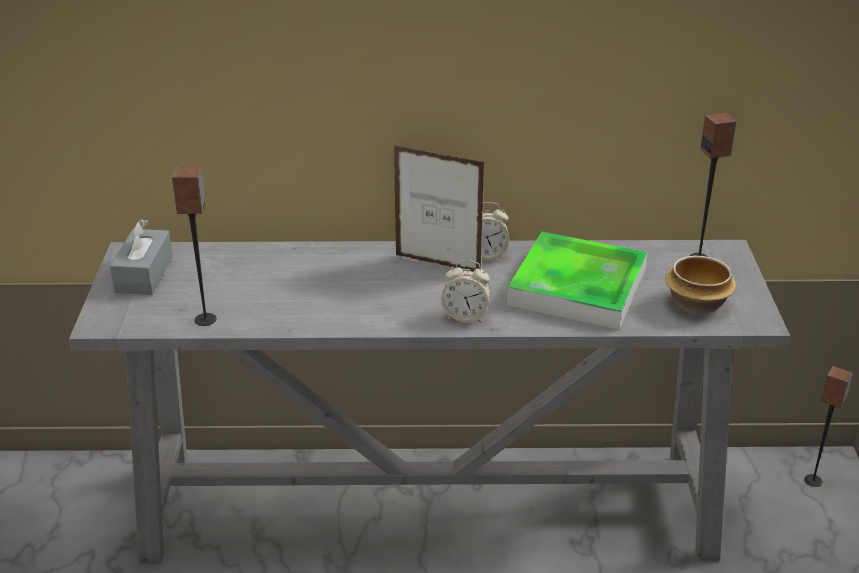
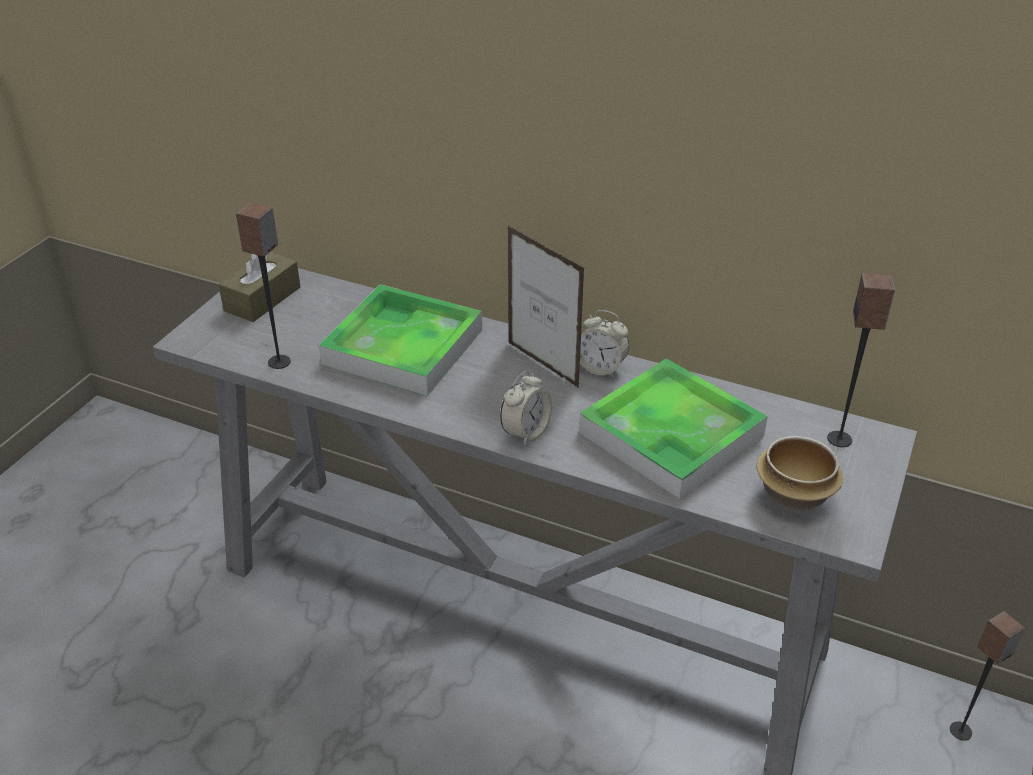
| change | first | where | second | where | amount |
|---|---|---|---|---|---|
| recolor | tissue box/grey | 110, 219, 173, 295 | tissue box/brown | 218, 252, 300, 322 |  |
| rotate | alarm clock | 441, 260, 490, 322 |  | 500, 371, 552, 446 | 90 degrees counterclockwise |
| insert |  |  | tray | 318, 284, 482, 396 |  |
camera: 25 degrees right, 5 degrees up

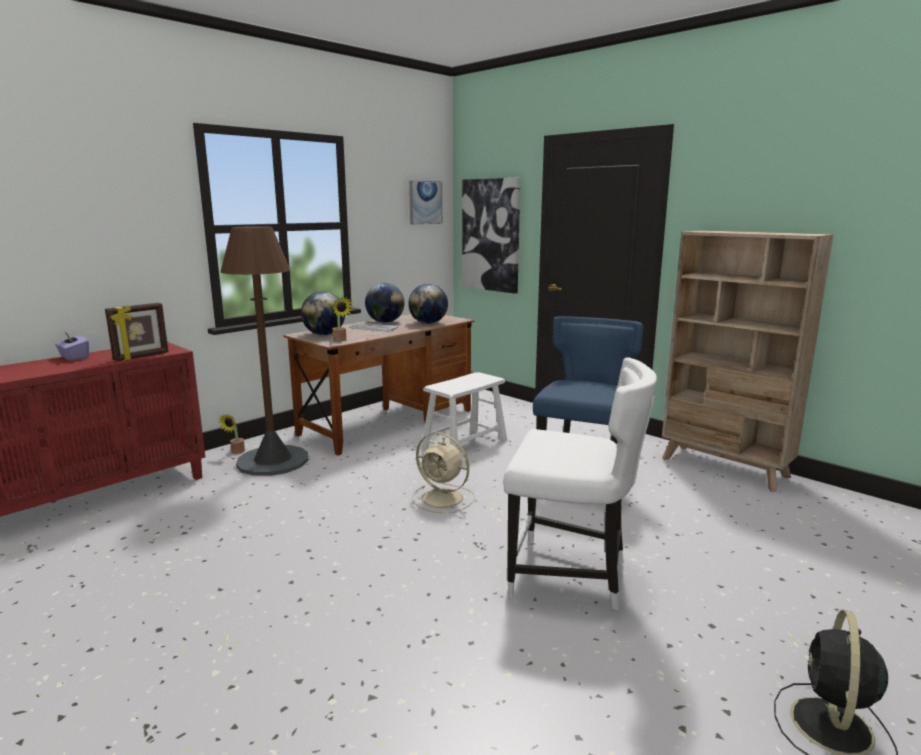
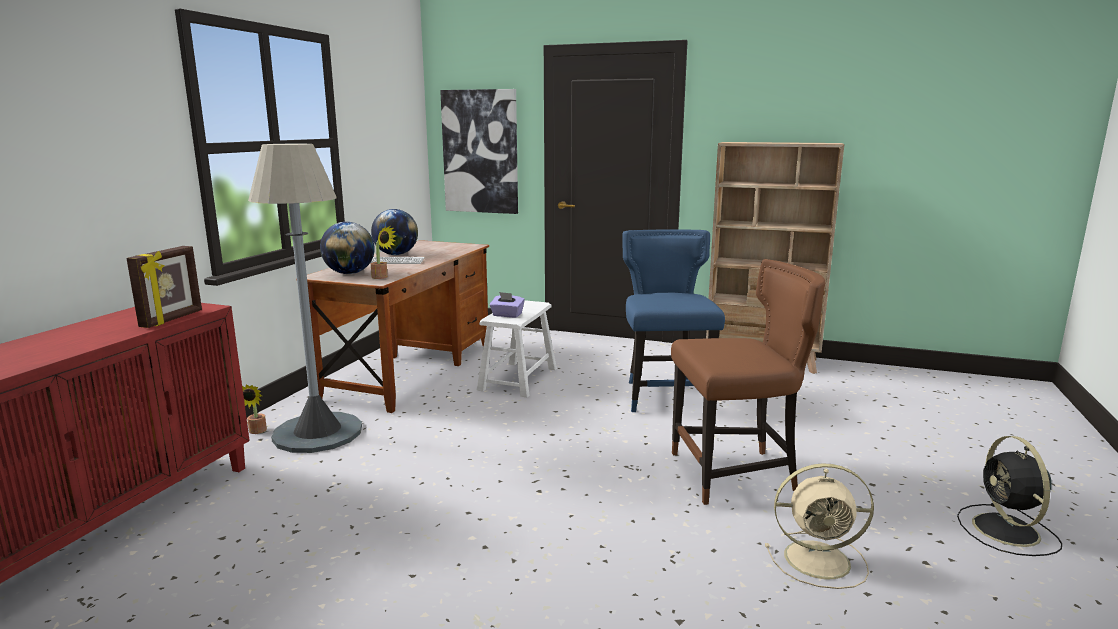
| change | first | where | second | where | amount |
|---|---|---|---|---|---|
| move | tissue box/purple | 55, 332, 89, 361 |  | 490, 292, 525, 318 |  |
| recolor | floor lamp/brown | 221, 226, 308, 476 | floor lamp/grey | 248, 144, 362, 453 |  |
| delete | globe | 408, 284, 448, 324 |  |  |  |
| delete | picture | 409, 180, 442, 224 |  |  |  |
| move | fan/beige | 412, 432, 475, 513 |  | 765, 463, 874, 589 |  |
| recolor | chair/white | 503, 358, 657, 610 | chair/brown | 671, 259, 825, 505 |  |
camera: 25 degrees left, 0 degrees up

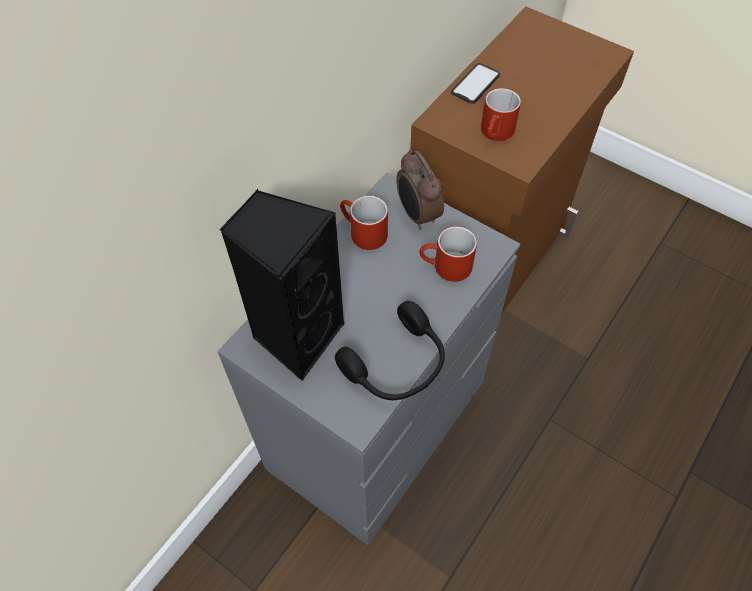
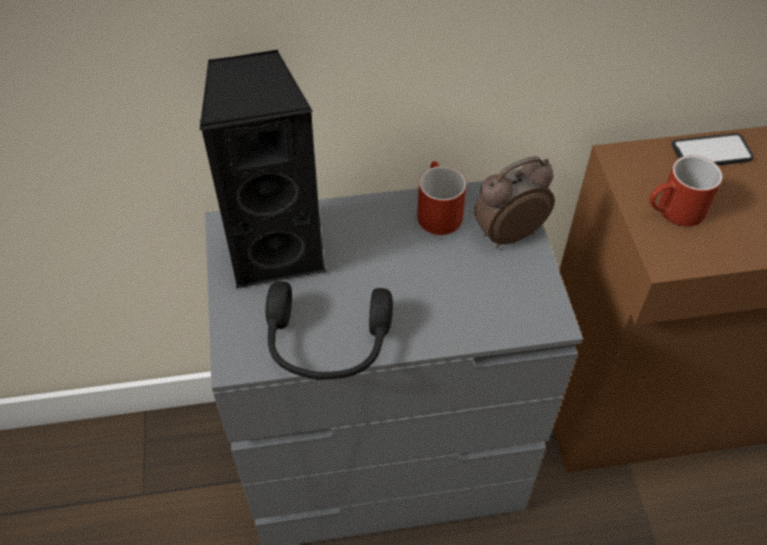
| change | first | where | second | where | amount |
|---|---|---|---|---|---|
| rotate | alarm clock | 396, 149, 444, 230 |  | 474, 156, 555, 248 | 45 degrees clockwise |
| delete | mug/red | 419, 226, 477, 282 |  |  |  |
camera: 45 degrees right, 5 degrees down

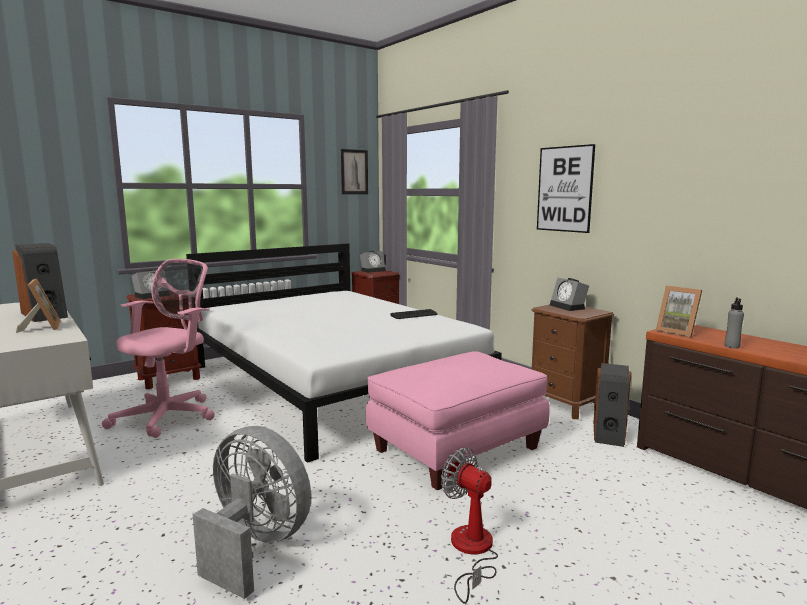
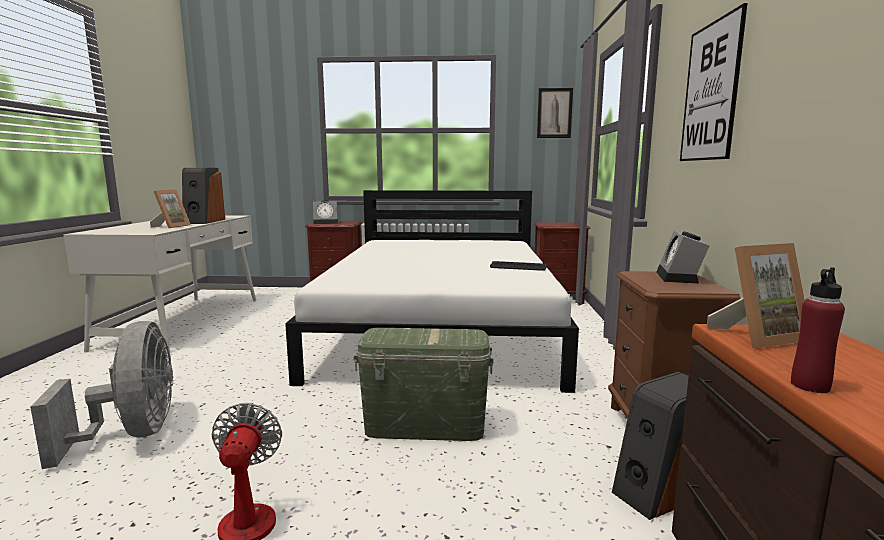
| change | first | where | second | where | amount |
|---|---|---|---|---|---|
| delete | office chair/pink | 102, 259, 215, 438 |  |  |  |
| delete | alarm clock | 360, 251, 386, 273 |  |  |  |
| replace | ottoman/pink | 366, 352, 550, 490 | storage box/green | 353, 328, 494, 441 |  |
| rotate | picture frame | 656, 286, 702, 337 |  | 707, 243, 805, 348 | 105 degrees counterclockwise |
| recolor | bottle/grey | 724, 297, 744, 349 | bottle/red | 791, 267, 845, 393 |  |
camera: 40 degrees right, 0 degrees up

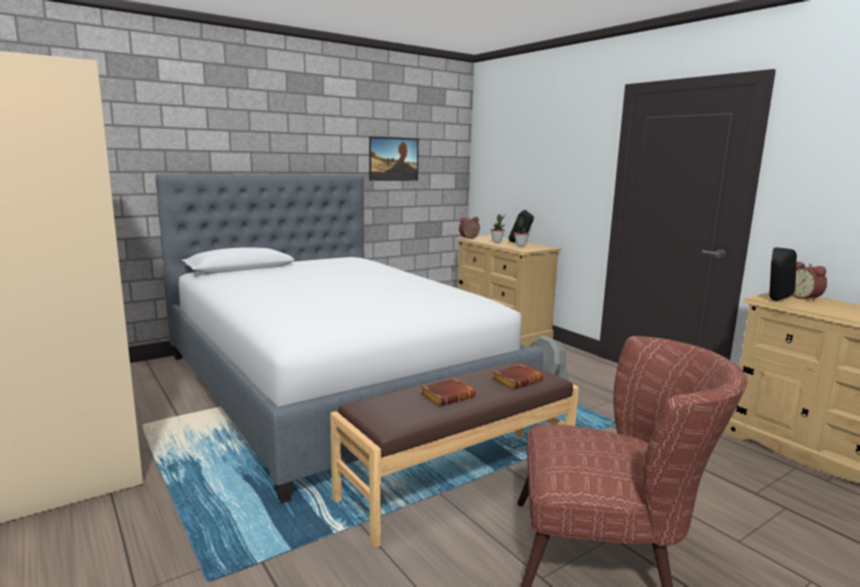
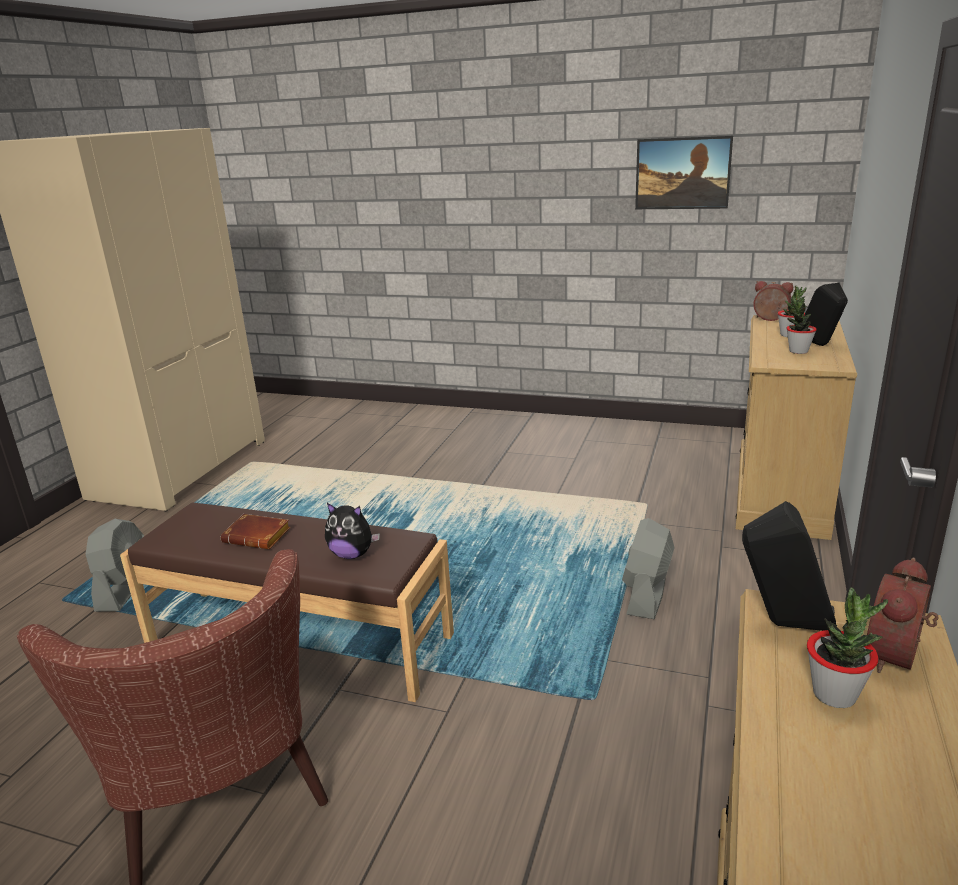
| change | first | where | second | where | amount |
|---|---|---|---|---|---|
| delete | bed | 155, 174, 544, 503 |  |  |  |
| replace | book/brown | 492, 364, 544, 390 | plush toy | 325, 503, 380, 559 |  |
| insert |  |  | fan/grey | 85, 519, 144, 612 |  |
| insert |  |  | potted plant | 807, 587, 888, 708 |  |
camera: 55 degrees right, 10 degrees up

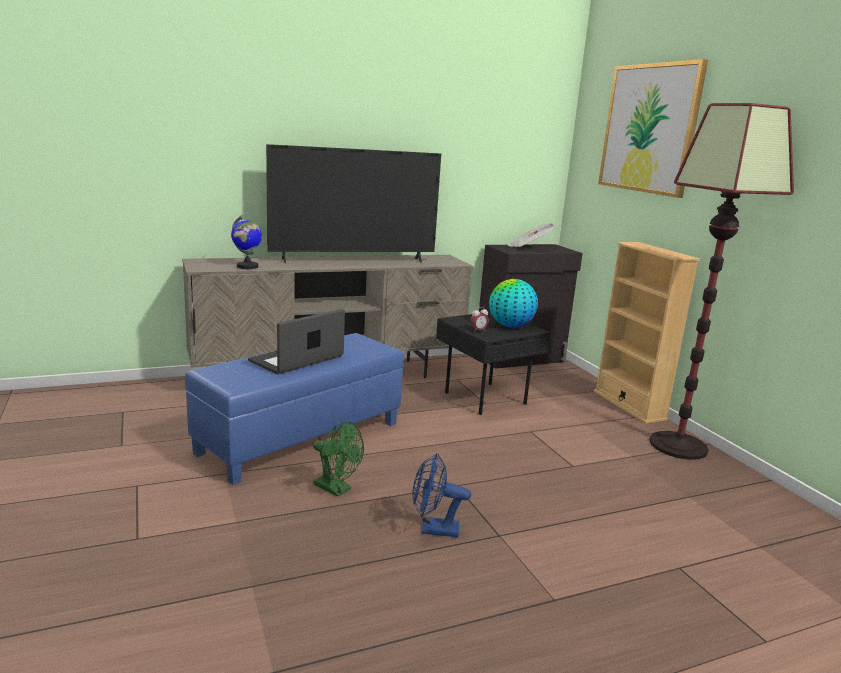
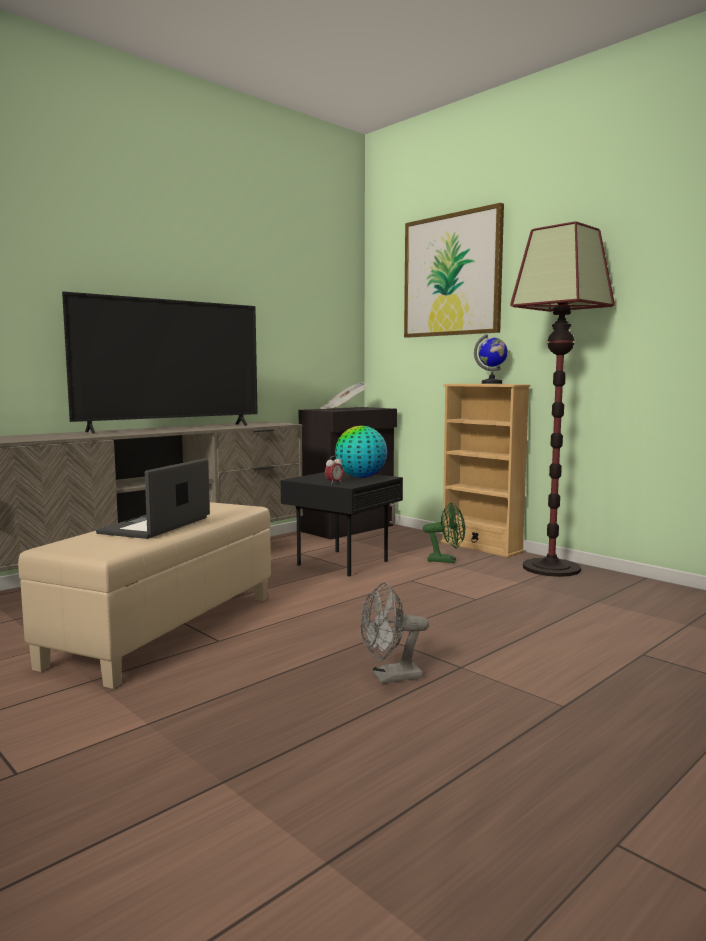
| change | first | where | second | where | amount |
|---|---|---|---|---|---|
| recolor | ottoman/blue | 185, 333, 404, 485 | ottoman/beige | 18, 502, 271, 689 |  |
| move | globe | 231, 215, 262, 269 |  | 474, 334, 508, 384 |  |
| move | fan/green | 313, 421, 364, 496 |  | 423, 502, 465, 563 |  |
| recolor | fan/blue | 412, 453, 471, 537 | fan/grey | 361, 583, 429, 683 |  |
camera: 20 degrees left, 10 degrees down

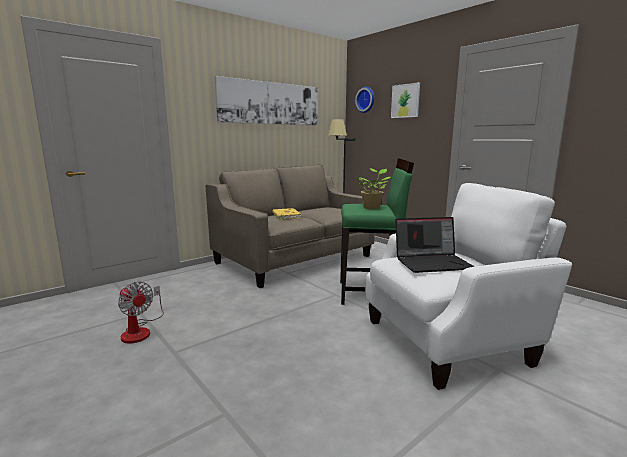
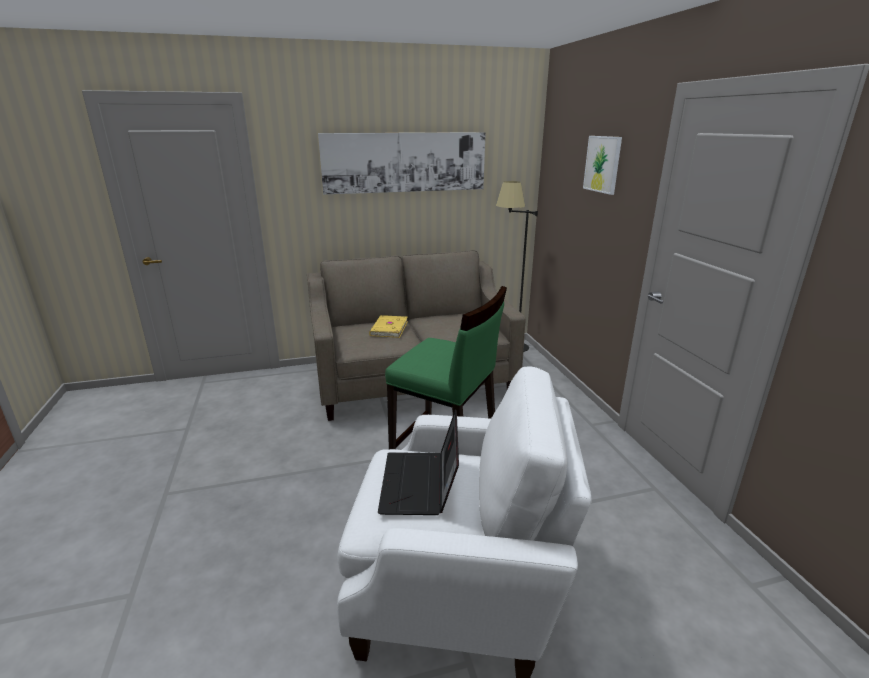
| change | first | where | second | where | amount |
|---|---|---|---|---|---|
| delete | fan | 118, 282, 164, 344 |  |  |  |
| delete | wall clock | 355, 87, 374, 113 |  |  |  |
| delete | potted plant | 357, 168, 390, 209 |  |  |  |
| rotate | laptop | 395, 217, 475, 273 |  | 378, 410, 459, 515 | 75 degrees clockwise |
camera: 25 degrees right, 10 degrees up

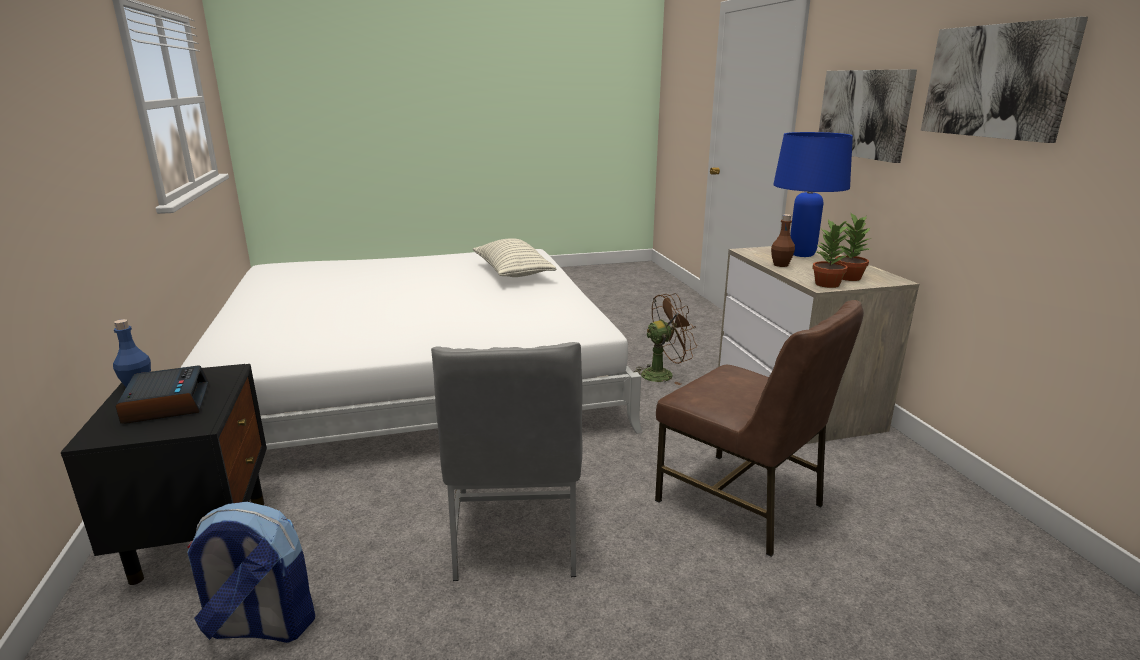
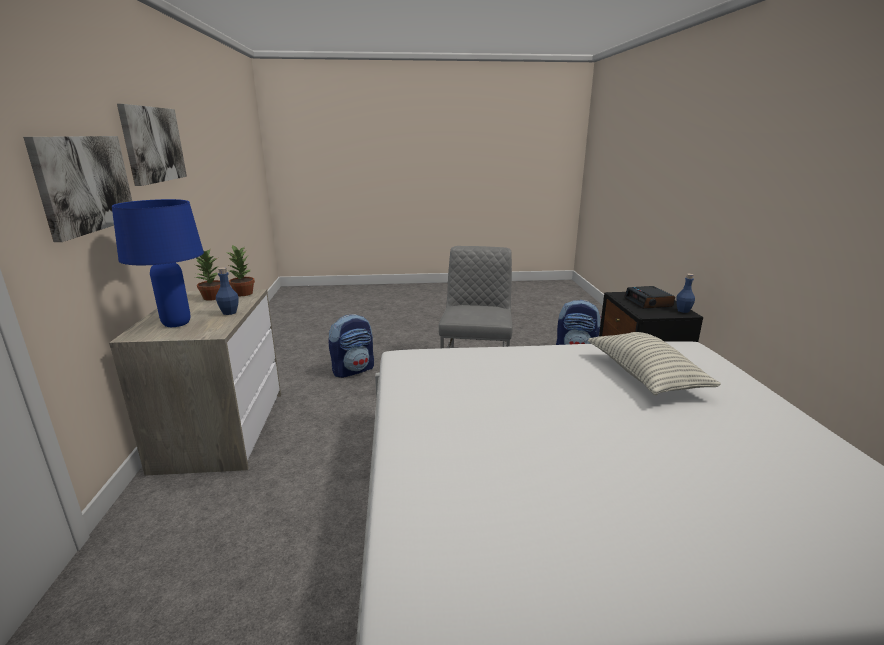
| change | first | where | second | where | amount |
|---|---|---|---|---|---|
| move | pillow | 473, 238, 557, 277 |  | 588, 332, 721, 395 |  |
| delete | fan/brown | 634, 293, 698, 385 |  |  |  |
| replace | chair/brown | 655, 300, 864, 557 | backpack | 328, 314, 374, 378 |  |
| recolor | bottle/brown | 771, 214, 795, 267 | bottle/blue | 216, 267, 239, 315 |  |
camera: 170 degrees left, 0 degrees up

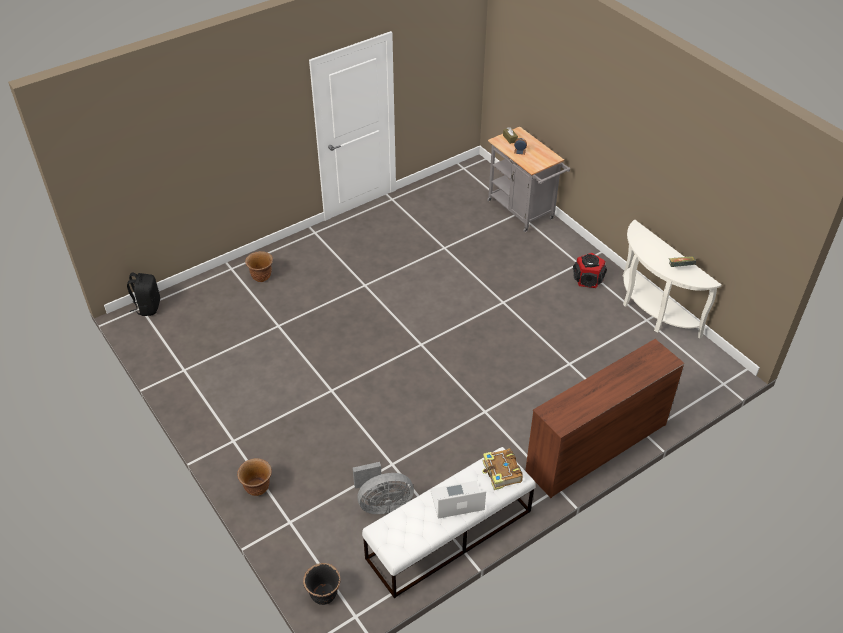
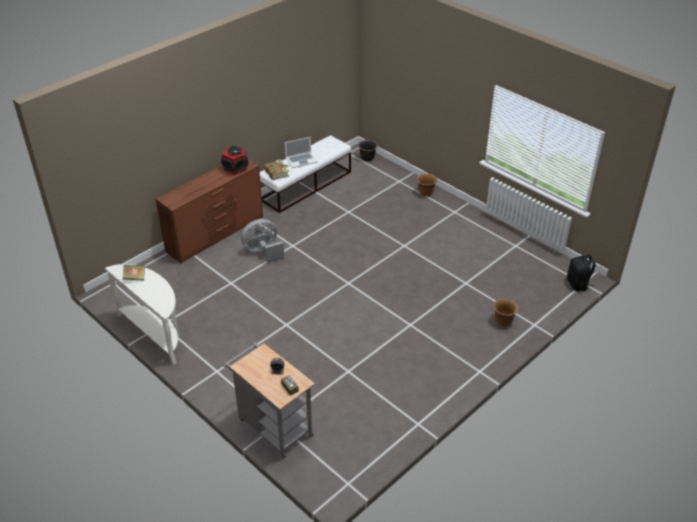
| change | first | where | second | where | amount |
|---|---|---|---|---|---|
| move | fan/grey | 353, 462, 414, 514 |  | 241, 219, 284, 263 |  |
| move | speaker | 573, 253, 607, 288 |  | 221, 146, 249, 175 |  |
camera: 170 degrees right, 5 degrees down

